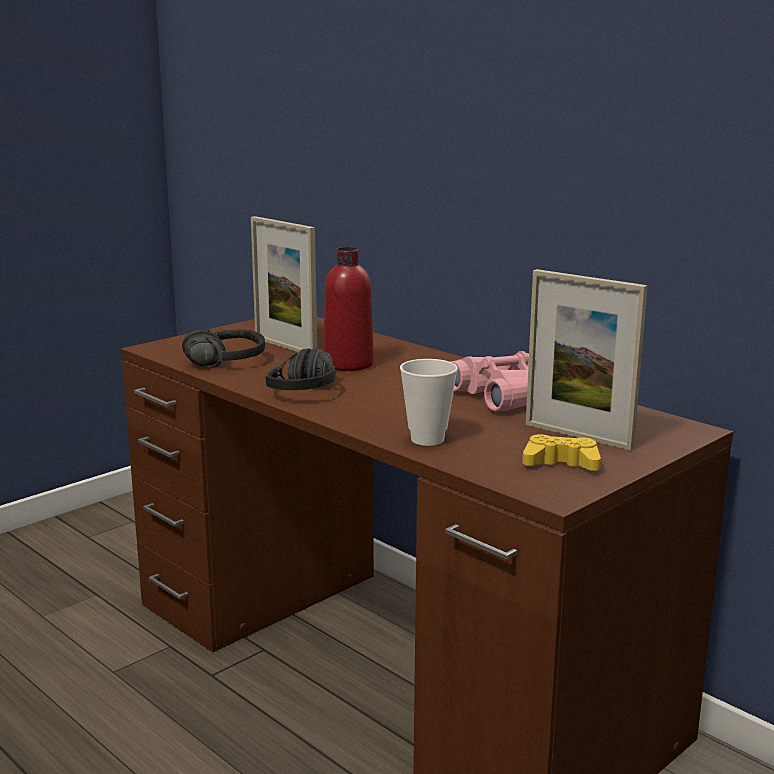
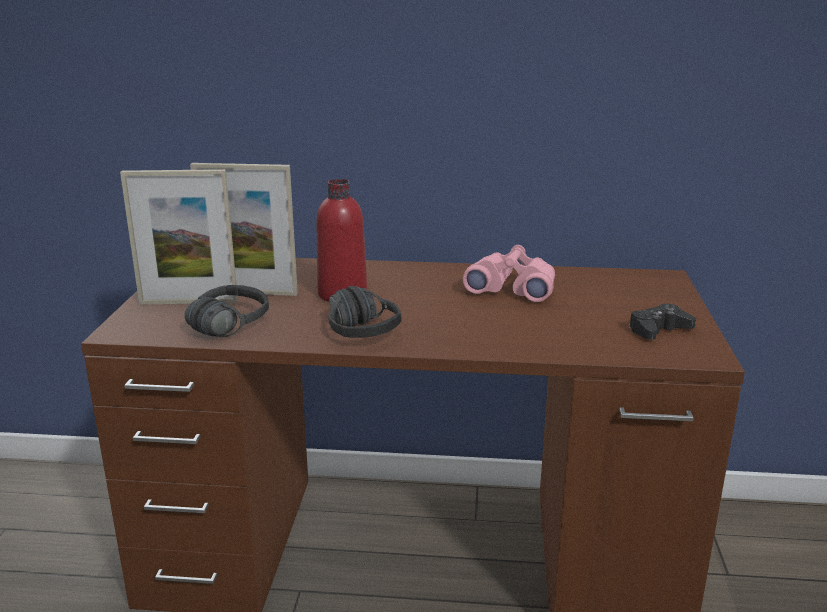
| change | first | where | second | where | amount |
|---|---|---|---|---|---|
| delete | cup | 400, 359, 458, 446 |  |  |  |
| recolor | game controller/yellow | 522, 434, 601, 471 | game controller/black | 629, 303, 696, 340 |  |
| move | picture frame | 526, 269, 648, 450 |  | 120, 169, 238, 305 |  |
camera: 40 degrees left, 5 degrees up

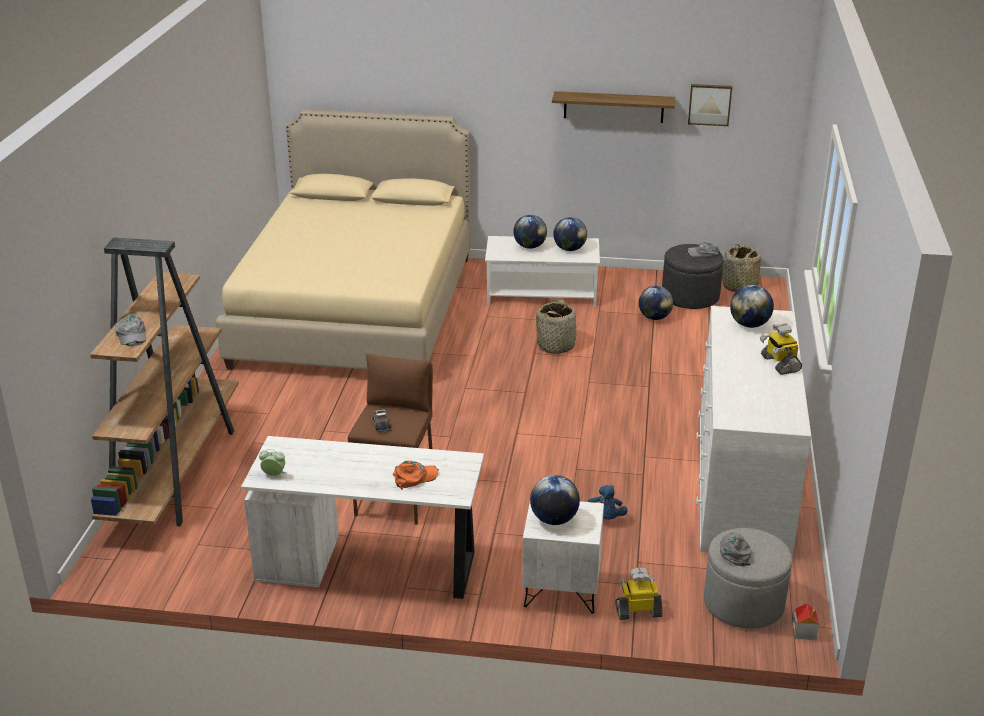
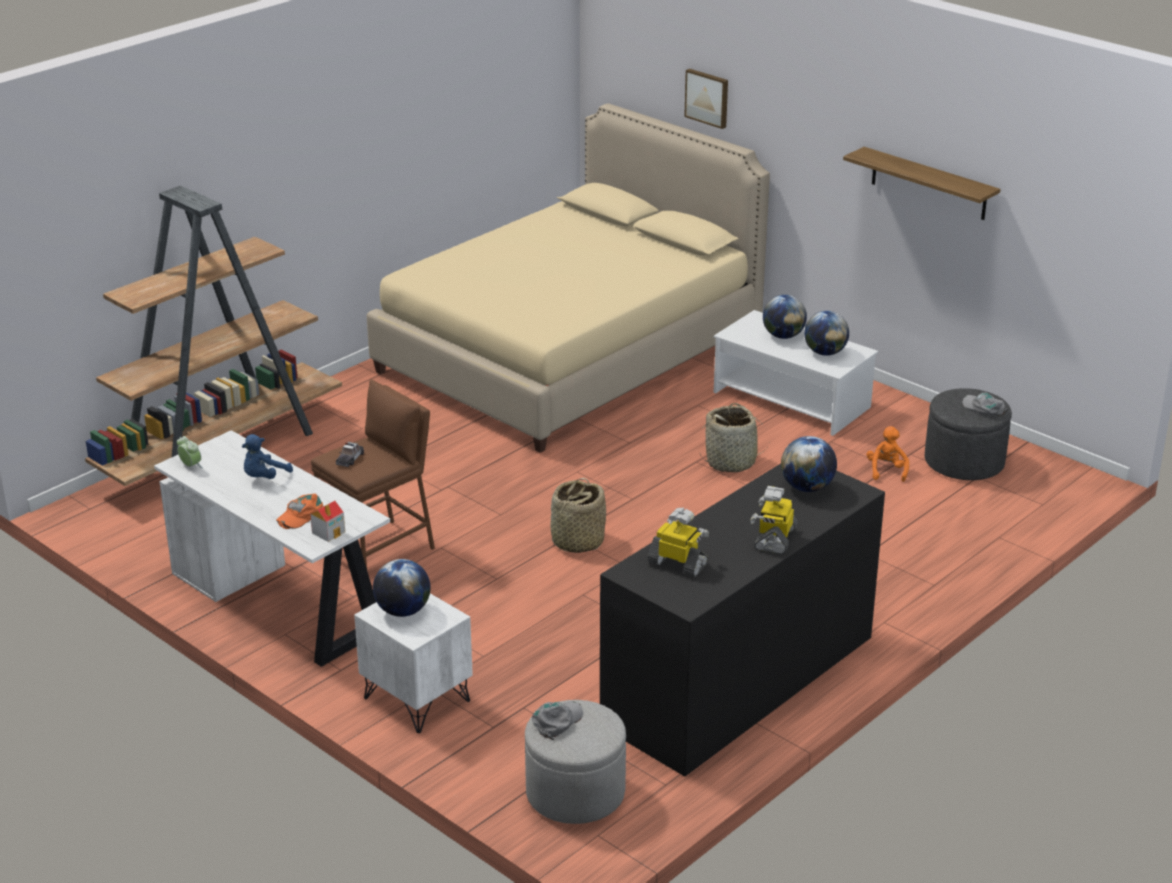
| change | first | where | second | where | amount |
|---|---|---|---|---|---|
| delete | cap/grey | 115, 314, 146, 346 |  |  |  |
| rotate | cap/orange | 393, 460, 439, 490 |  | 276, 494, 323, 529 | 120 degrees clockwise |
| move | plush toy/blue | 588, 485, 628, 520 |  | 242, 434, 293, 479 |  |
| move | toy robot | 615, 568, 663, 620 |  | 648, 508, 709, 577 |  |
| replace | globe | 639, 286, 673, 320 | plush toy/orange | 867, 426, 909, 482 |  |
| move | picture | 688, 84, 732, 126 |  | 684, 69, 728, 129 |  |
| recolor | dresser/white | 696, 306, 811, 558 | dresser/black | 600, 464, 885, 777 |  |
| move | basket | 722, 244, 761, 292 |  | 551, 478, 606, 553 |  |
| move | toy house | 793, 603, 819, 640 |  | 310, 501, 345, 542 |  |
camera: 35 degrees right, 0 degrees up

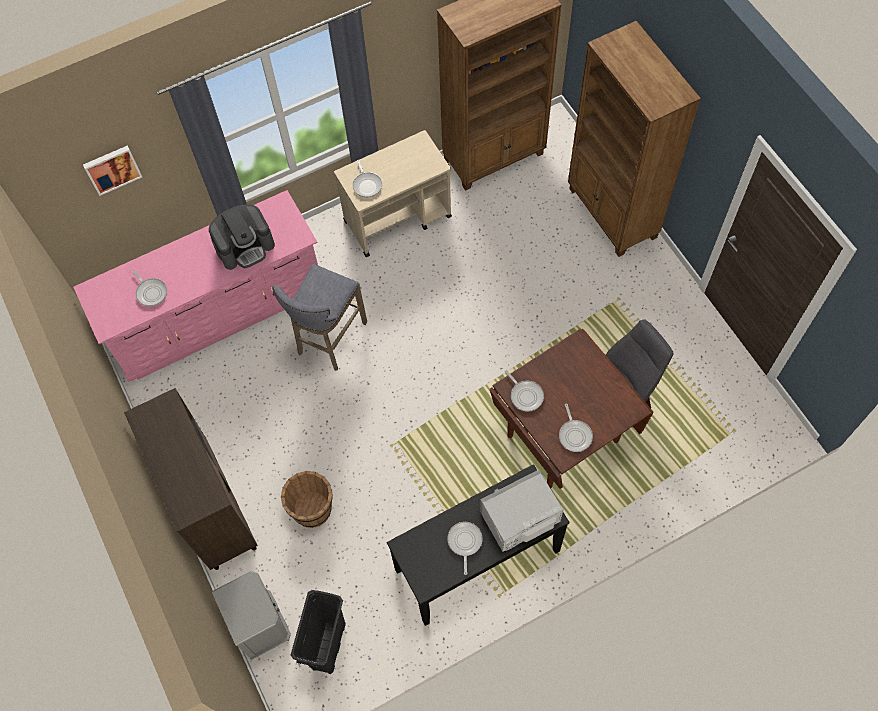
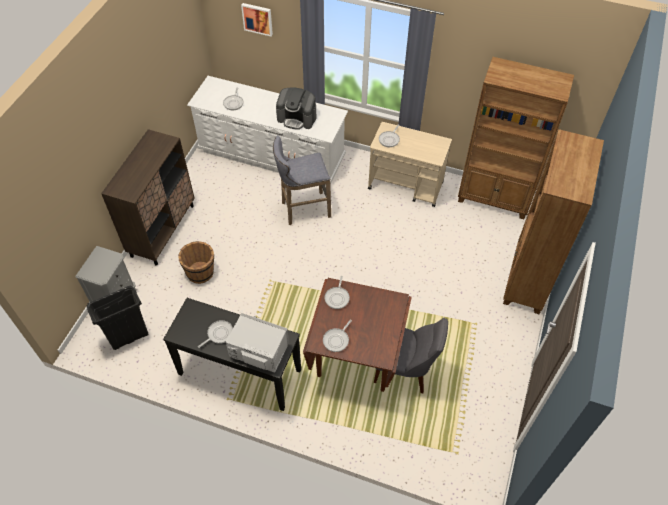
| change | first | where | second | where | amount |
|---|---|---|---|---|---|
| recolor | dresser/pink | 73, 190, 318, 382 | dresser/white | 187, 76, 348, 186 |  |
camera: 45 degrees right, 10 degrees down

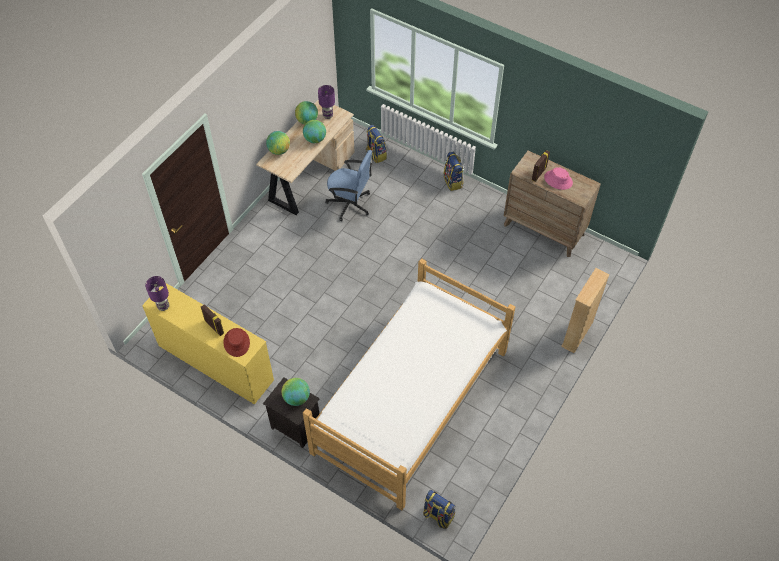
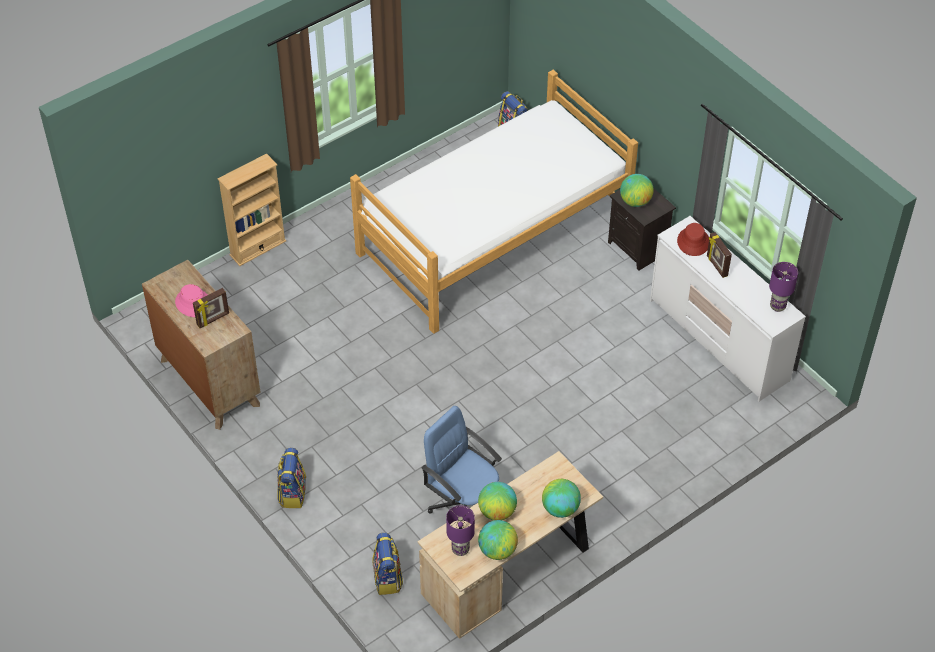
| change | first | where | second | where | amount |
|---|---|---|---|---|---|
| recolor | dresser/yellow | 142, 283, 274, 405 | dresser/white | 650, 216, 806, 402 |  |
camera: 160 degrees left, 5 degrees down

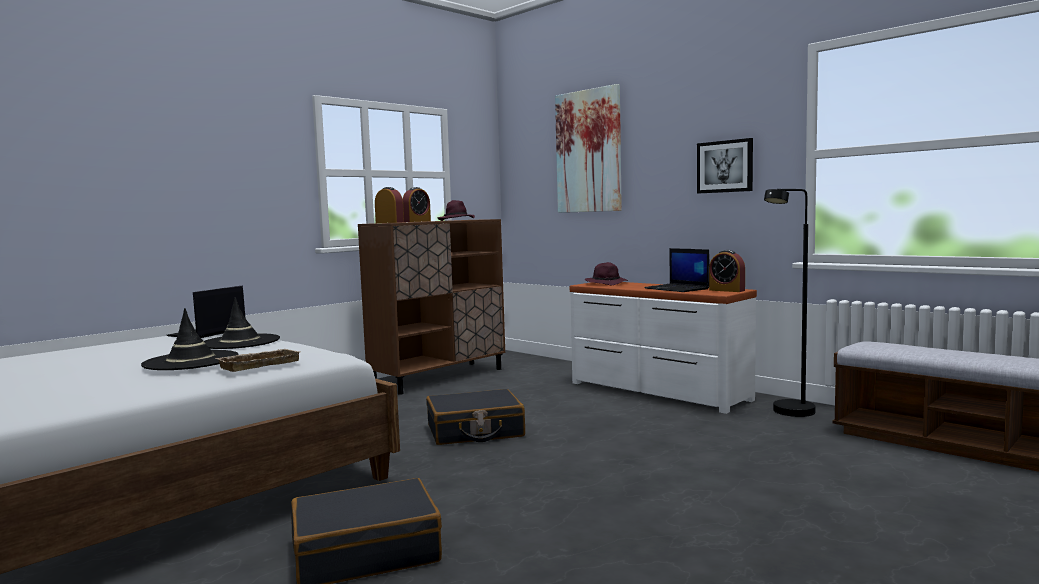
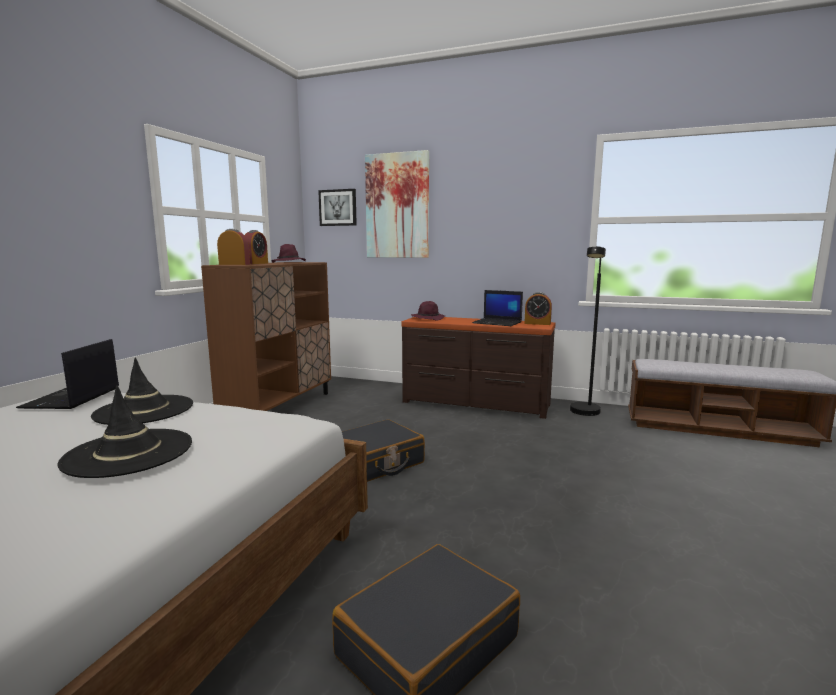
| change | first | where | second | where | amount |
|---|---|---|---|---|---|
| delete | tray/beige | 215, 349, 300, 372 |  |  |  |
| recolor | dresser/white | 570, 282, 757, 414 | dresser/brown | 401, 317, 556, 419 |  |
| move | picture | 697, 138, 753, 194 |  | 318, 189, 357, 226 |  |
camera: 25 degrees left, 5 degrees up

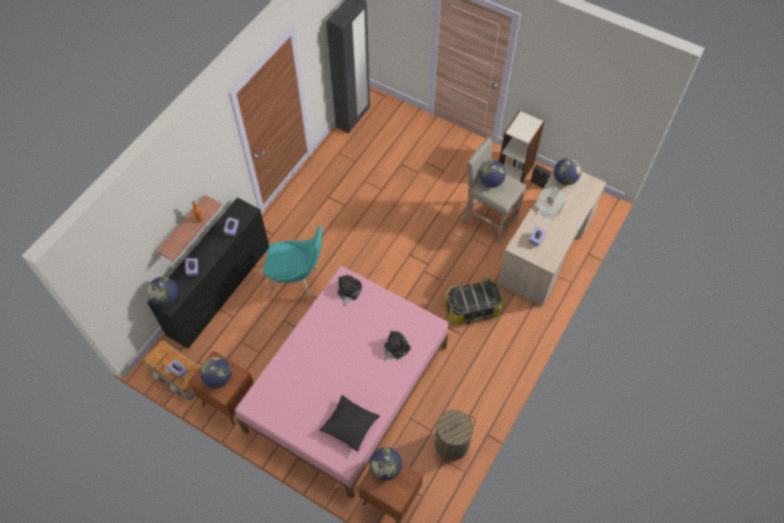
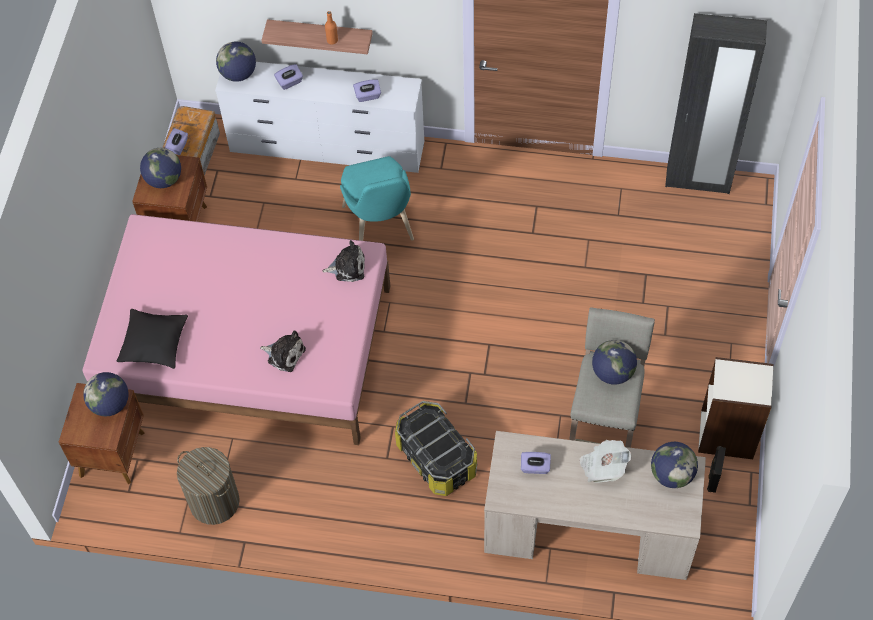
| change | first | where | second | where | amount |
|---|---|---|---|---|---|
| recolor | dresser/black | 147, 197, 269, 349 | dresser/white | 215, 62, 424, 173 |  |
camera: 70 degrees right, 0 degrees up

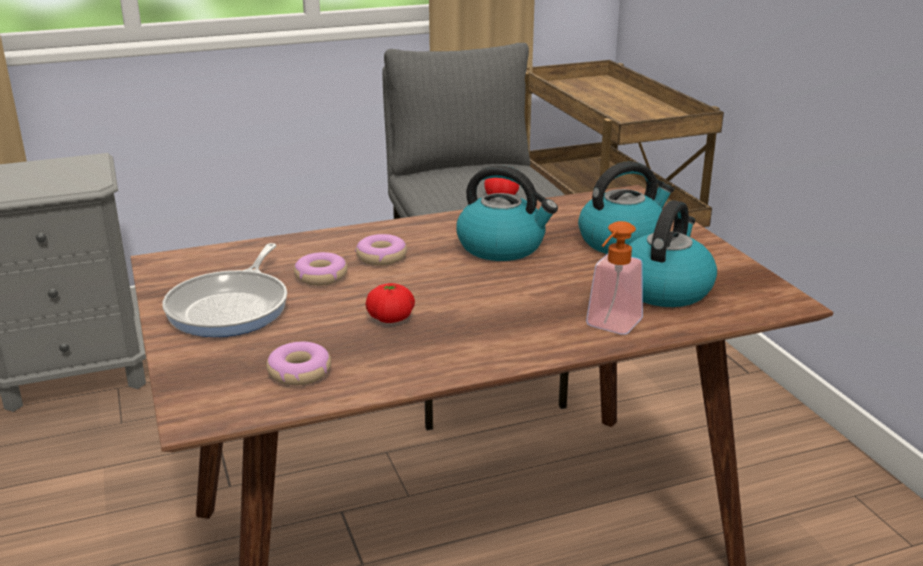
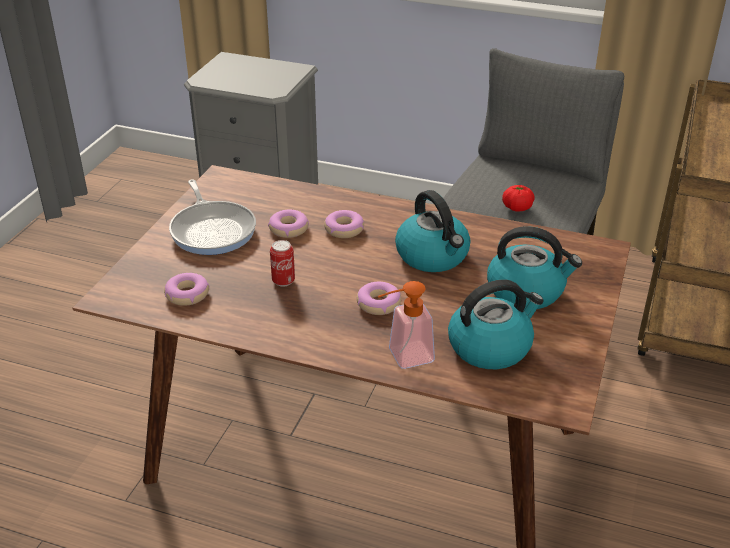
| change | first | where | second | where | amount |
|---|---|---|---|---|---|
| rotate | frying pan | 163, 243, 287, 337 |  | 169, 180, 256, 255 | 75 degrees counterclockwise |
| replace | tomato | 366, 283, 415, 323 | can | 270, 240, 295, 287 |  |
| insert |  |  | donut | 357, 282, 401, 315 |  |
camera: 40 degrees right, 10 degrees up

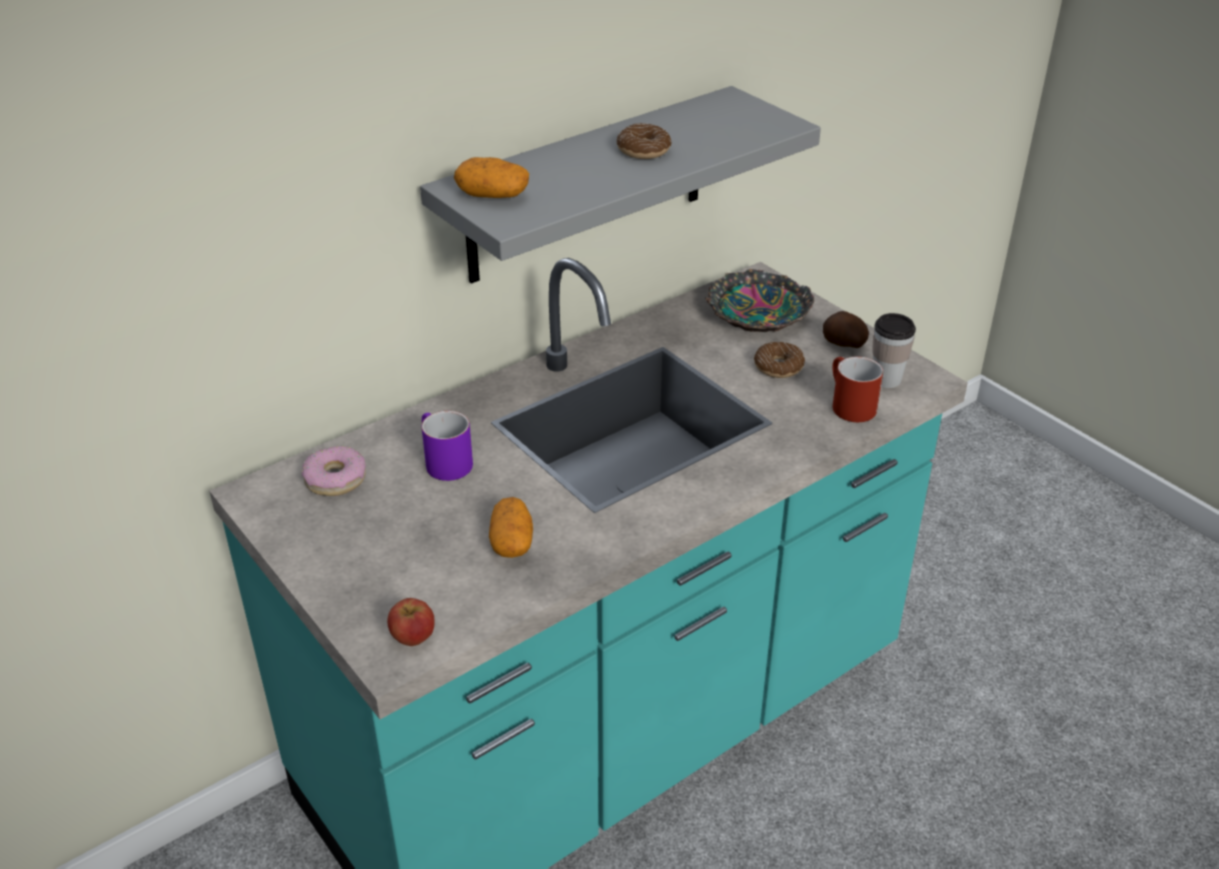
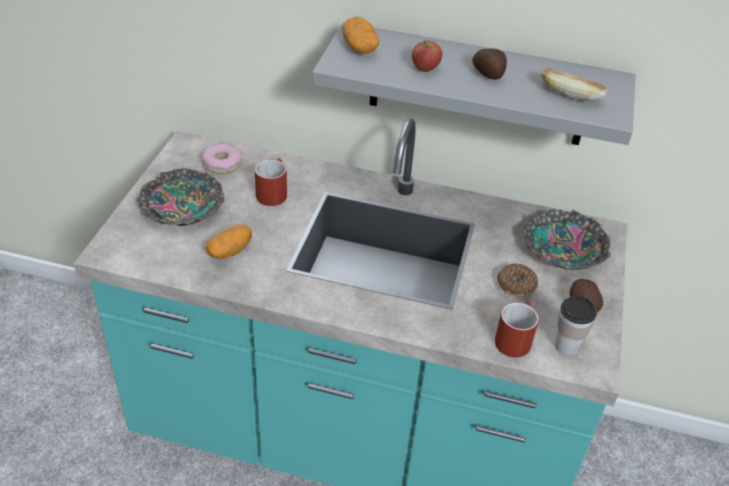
| change | first | where | second | where | amount |
|---|---|---|---|---|---|
| move | apple | 387, 598, 434, 646 |  | 412, 41, 442, 72 |  |
| recolor | mug/purple | 422, 411, 473, 481 | mug/red | 255, 159, 287, 206 |  |
| replace | donut | 617, 123, 672, 159 | potato | 472, 48, 507, 80 |  |
| insert |  |  | bowl | 136, 168, 224, 226 |  |
| insert |  |  | bread | 541, 68, 608, 101 |  |
camera: 50 degrees right, 5 degrees up

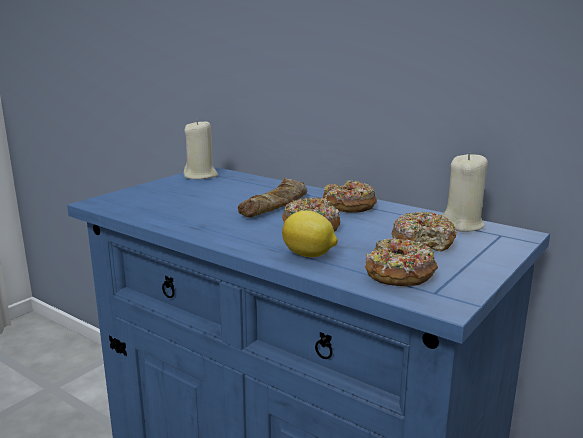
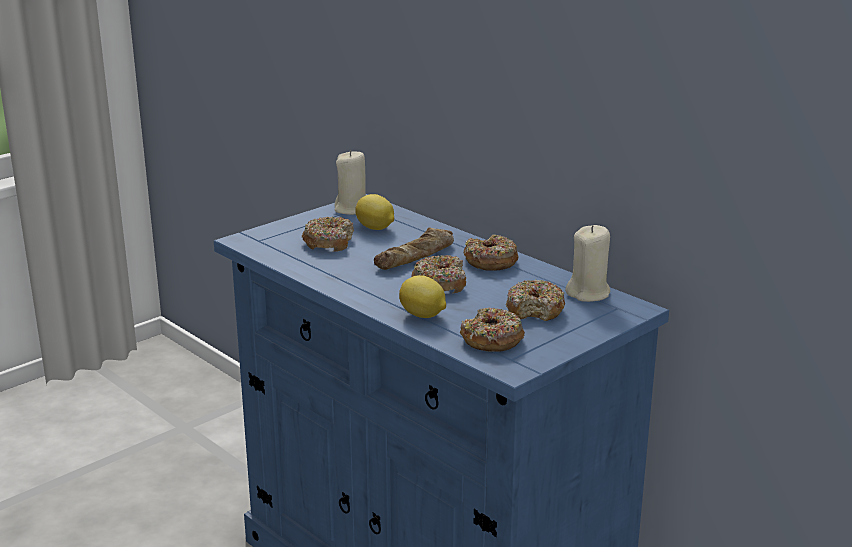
| change | first | where | second | where | amount |
|---|---|---|---|---|---|
| insert |  |  | donut | 302, 217, 354, 252 |  |
| insert |  |  | lemon | 355, 194, 394, 230 |  |
camera: 10 degrees right, 5 degrees up

